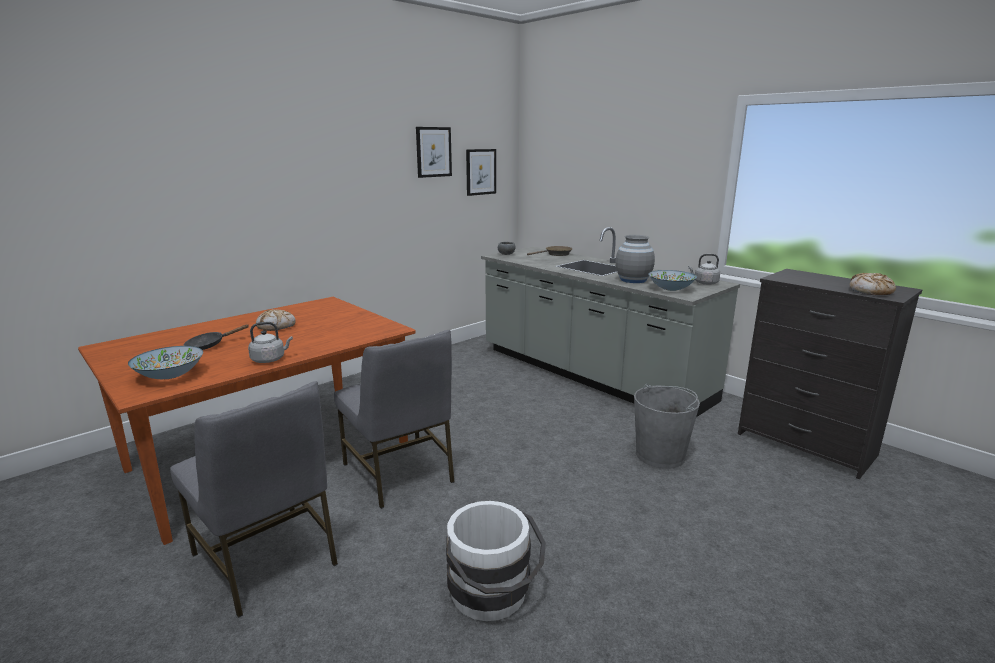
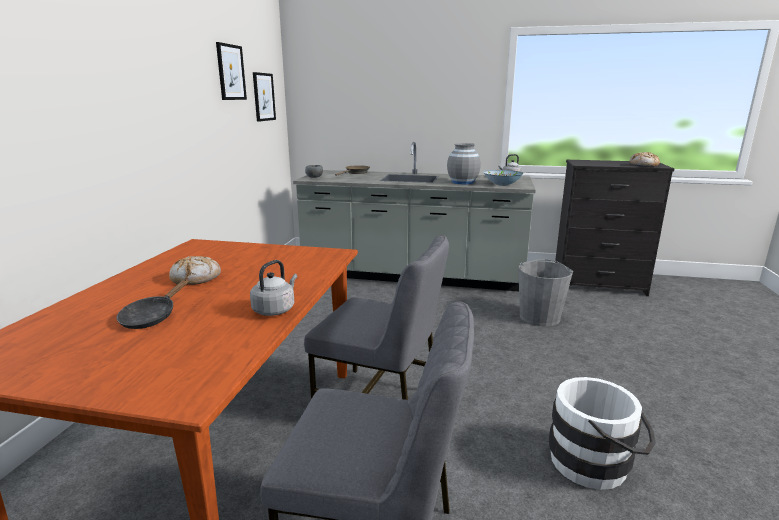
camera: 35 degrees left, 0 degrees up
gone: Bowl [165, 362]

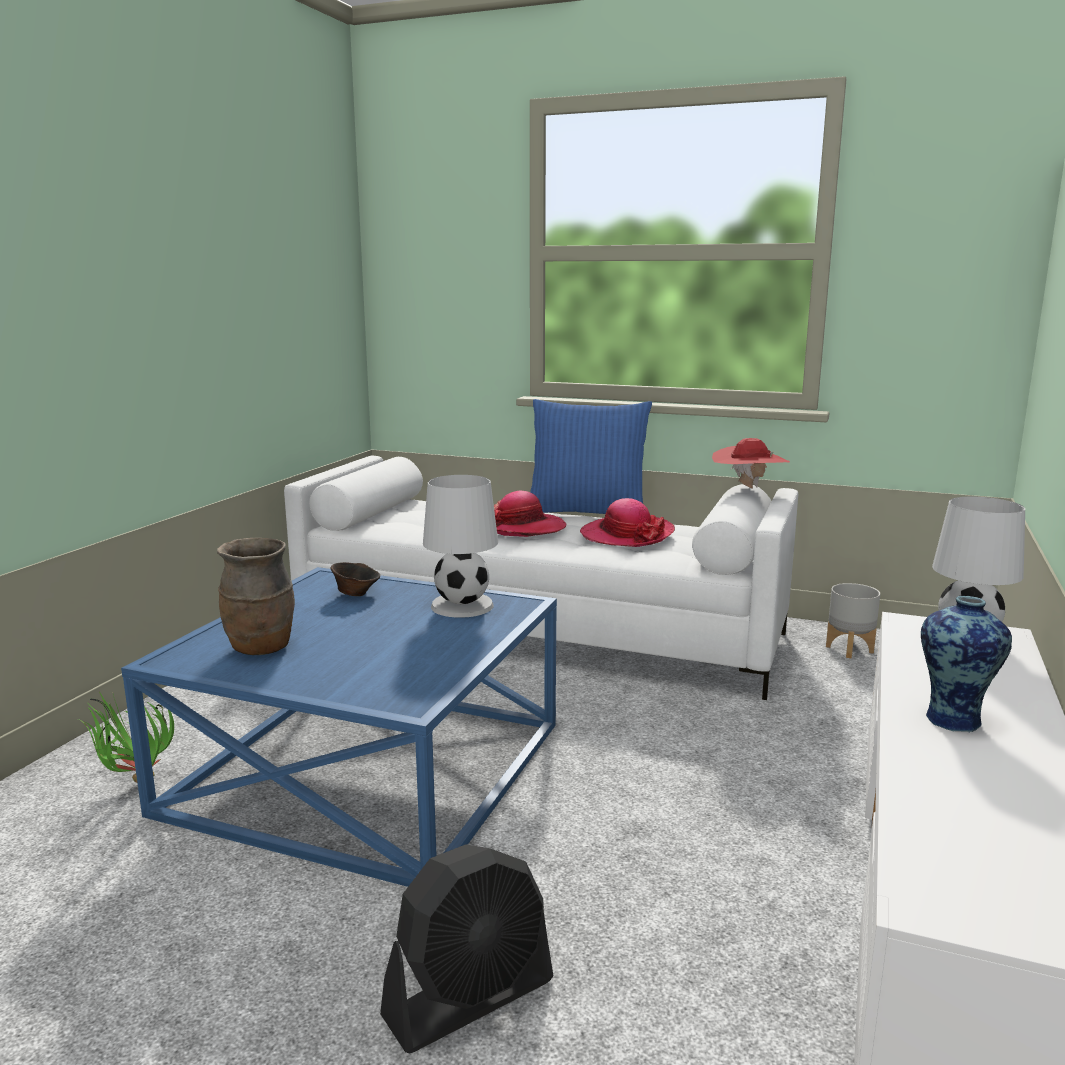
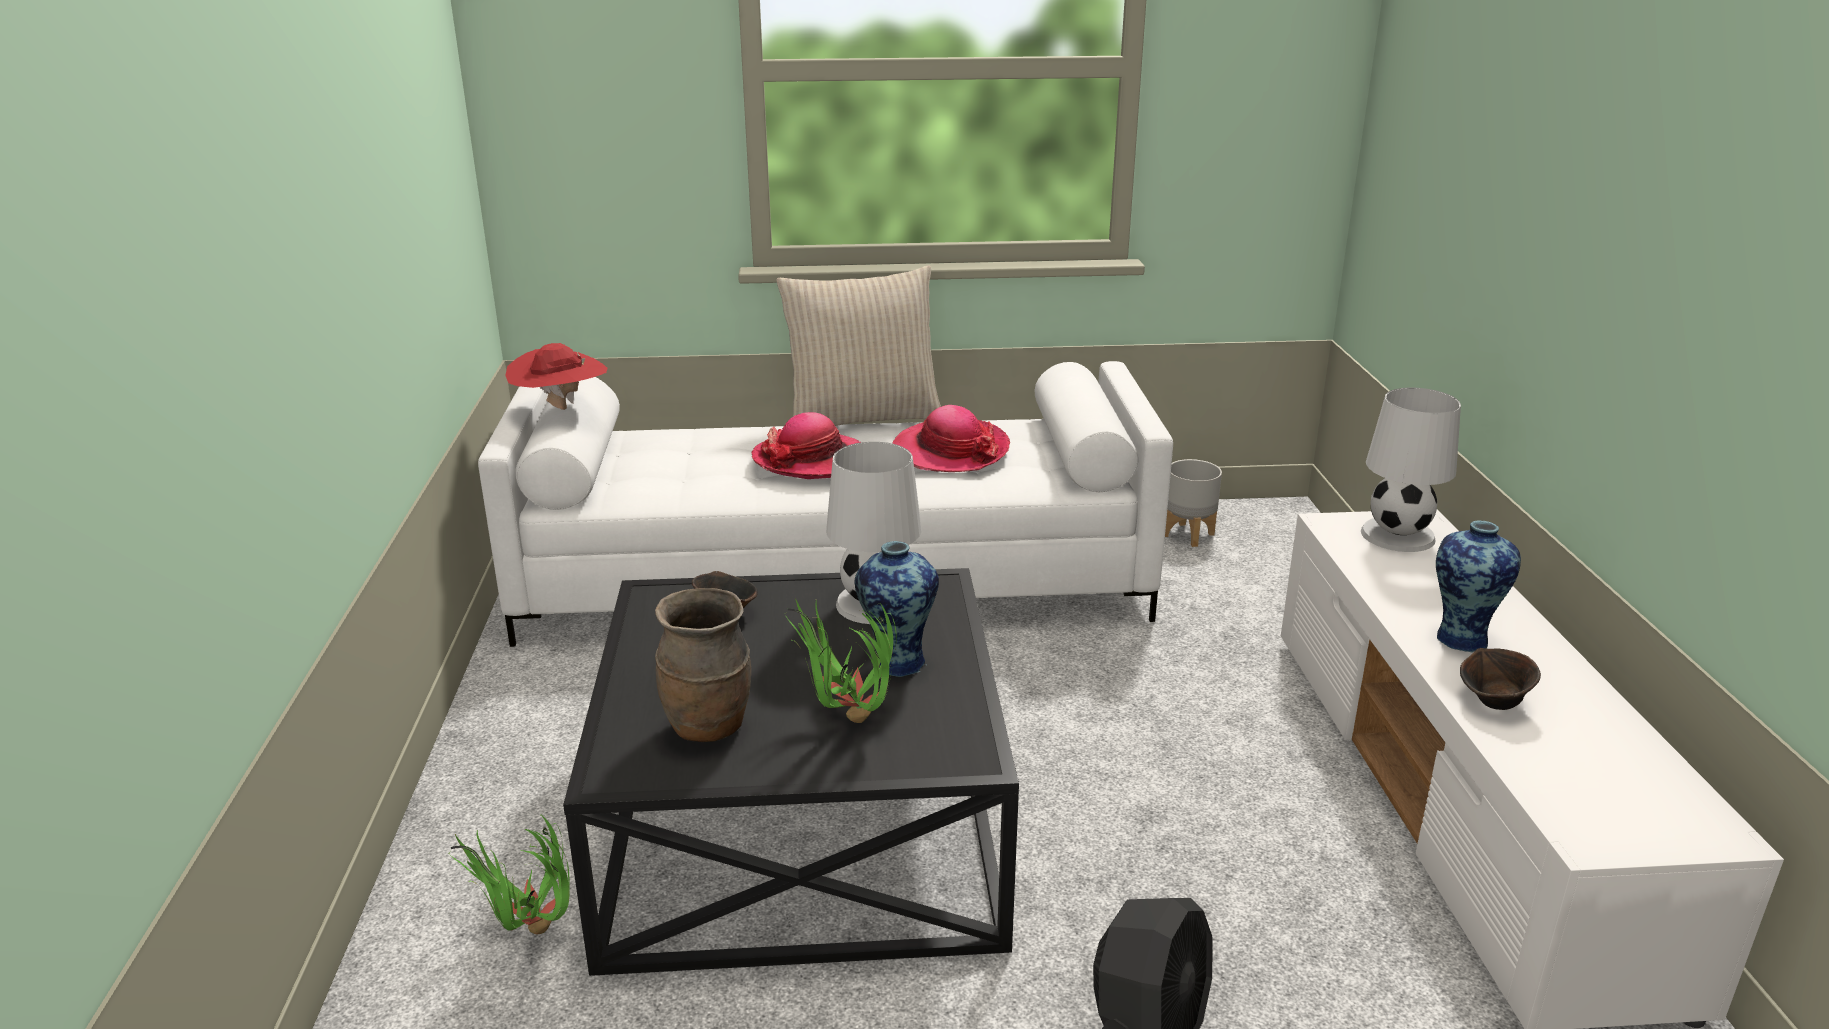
camera: 25 degrees left, 10 degrees up
new: Vase [896, 609]; PottedPlant [840, 661]; BrownBowl [1500, 679]
shifted: RedHat [751, 463] to [556, 376]
repainted: BluePillow [591, 456] to BeigePillow [858, 346]; BlueCoffeeTable [339, 727] to BlackCoffeeTable [791, 772]

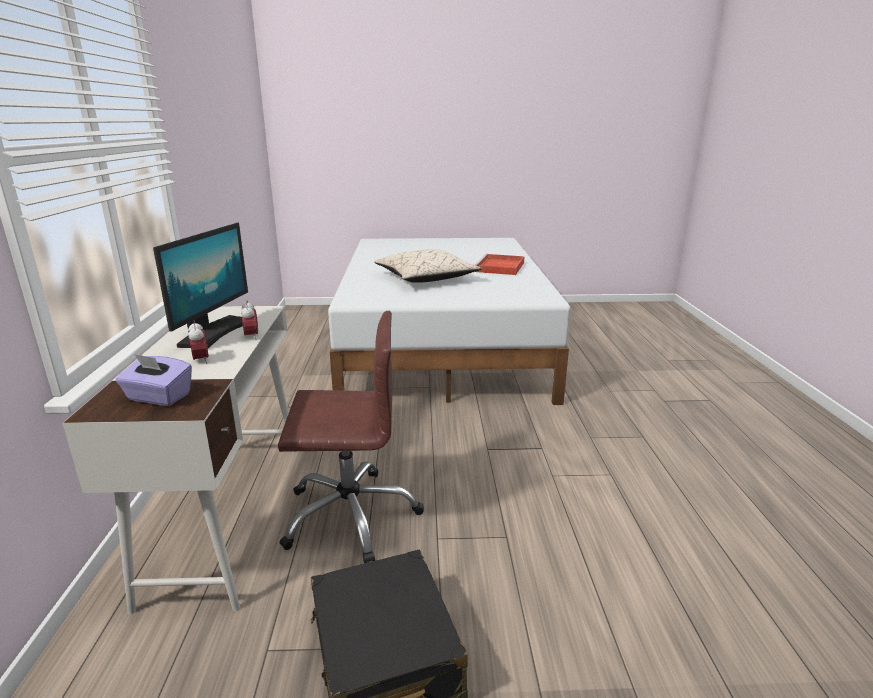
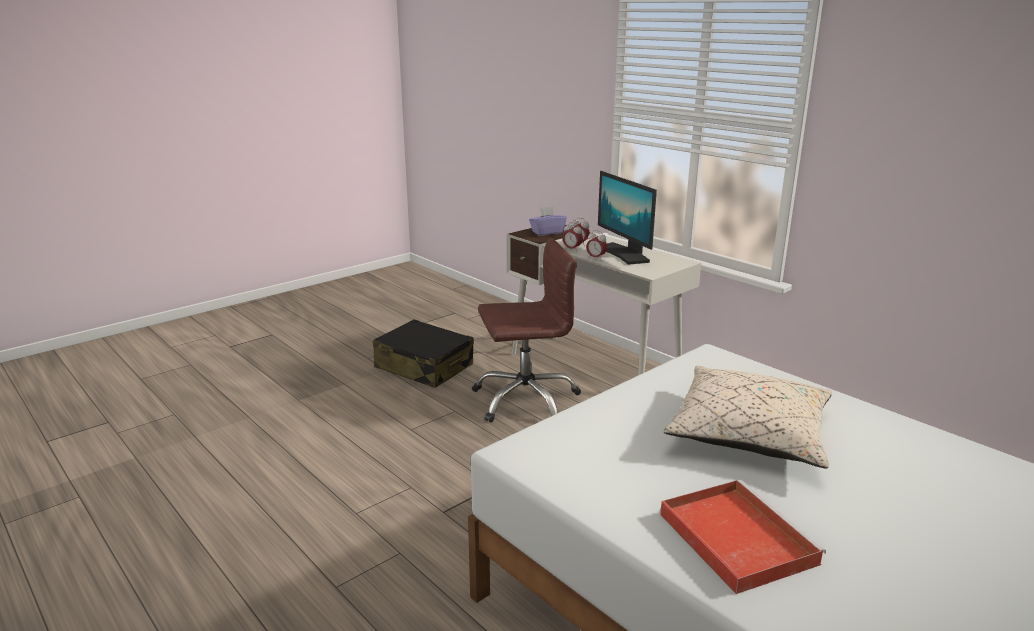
camera: 140 degrees right, 0 degrees up
new: AlarmClock [573, 237]
rotated: BrownOfficeChair [351, 437] = [526, 329] 150 degrees counterclockwise

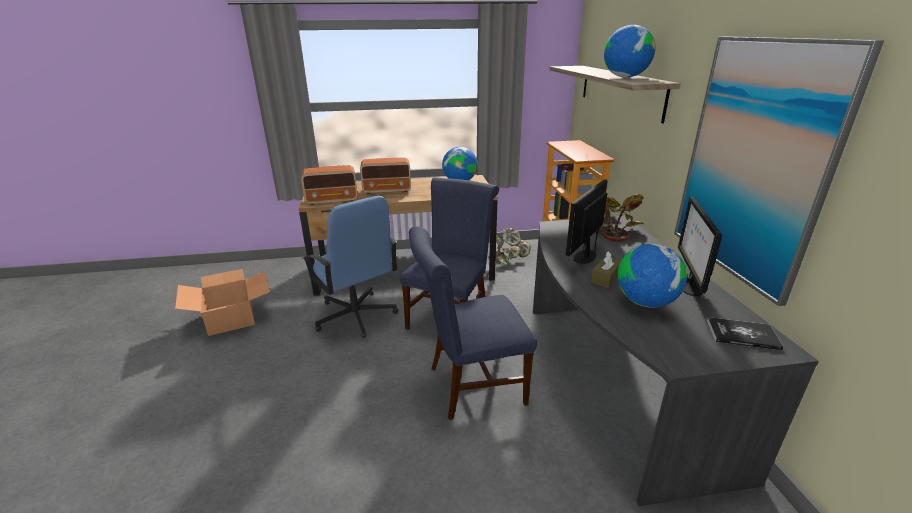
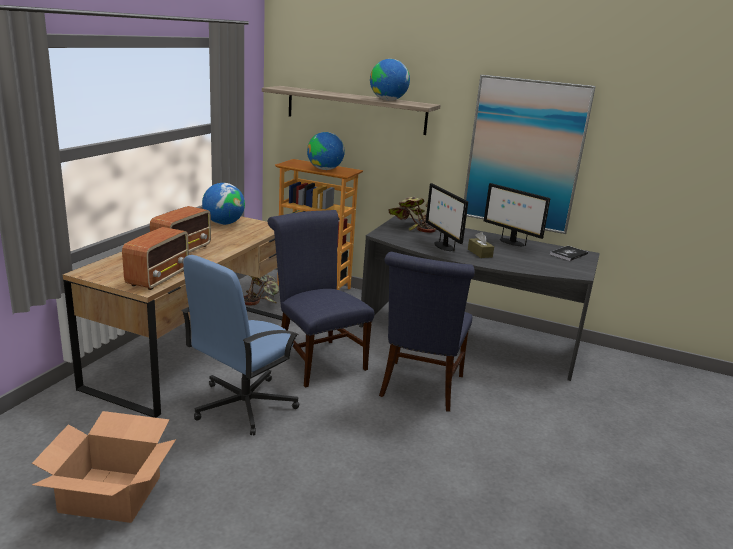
camera: 60 degrees left, 5 degrees down
shifted: Globe [652, 276] to [326, 151]
rotated: BlueOfficeChair [350, 267] = [240, 345] 135 degrees clockwise

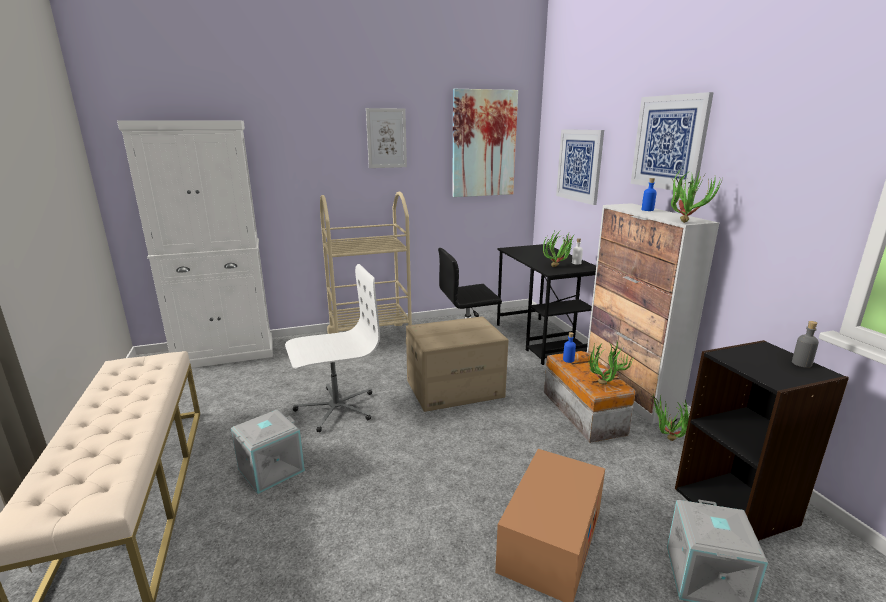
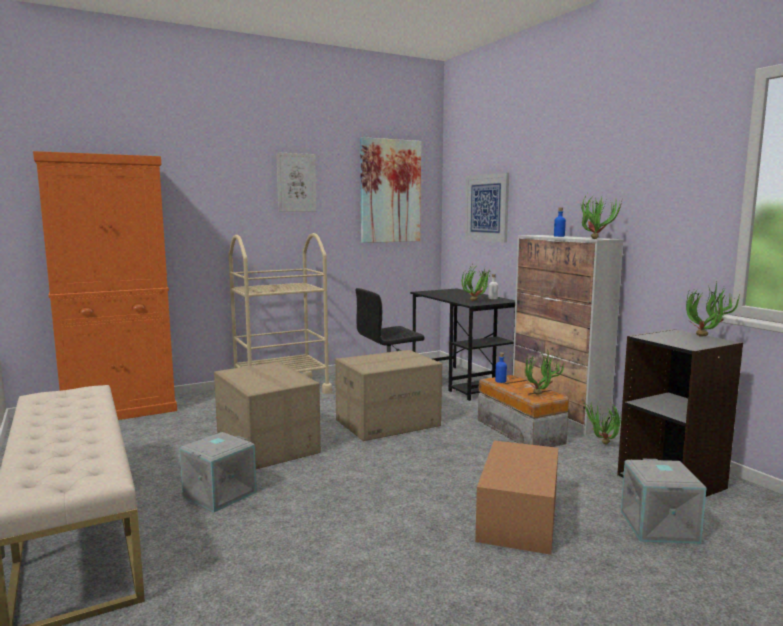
camera: 10 degrees left, 10 degrees down
gone: Picture [672, 142]
swapped: WhiteOfficeChair [332, 348] to CardboardBox [267, 415]; GreyBottle [805, 344] to PottedPlant [713, 309]
repainted: WhiteCabinet [195, 244] to OrangeCabinet [105, 285]

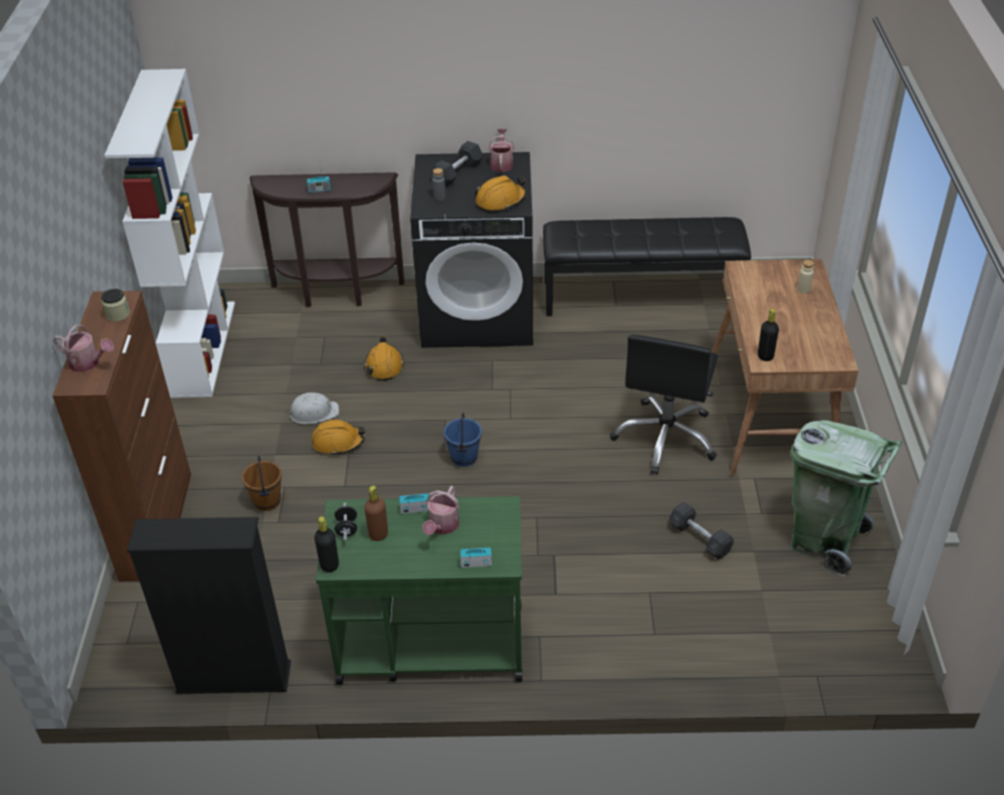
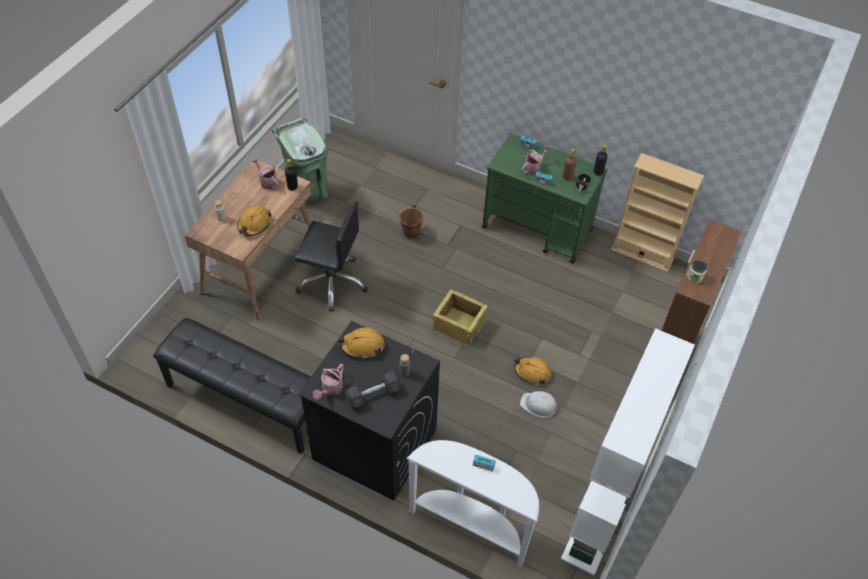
camera: 155 degrees left, 10 degrees up
gone: GreyDumbbell [701, 530]
shifted: WateringCan [83, 348] to [265, 174]; OrangeHardHat [384, 359] to [254, 220]; BrownBucket [262, 483] to [411, 221]
swapped: BlueBucket [463, 440] to Crate [460, 317]
repainted: BrownConsoleTable [327, 239] to WhiteConsoleTable [472, 504]; BlackBookcase [209, 605] to BeigeBookcase [657, 212]
rotated: BlackOfficeChair [664, 405] = [331, 257] 60 degrees clockwise

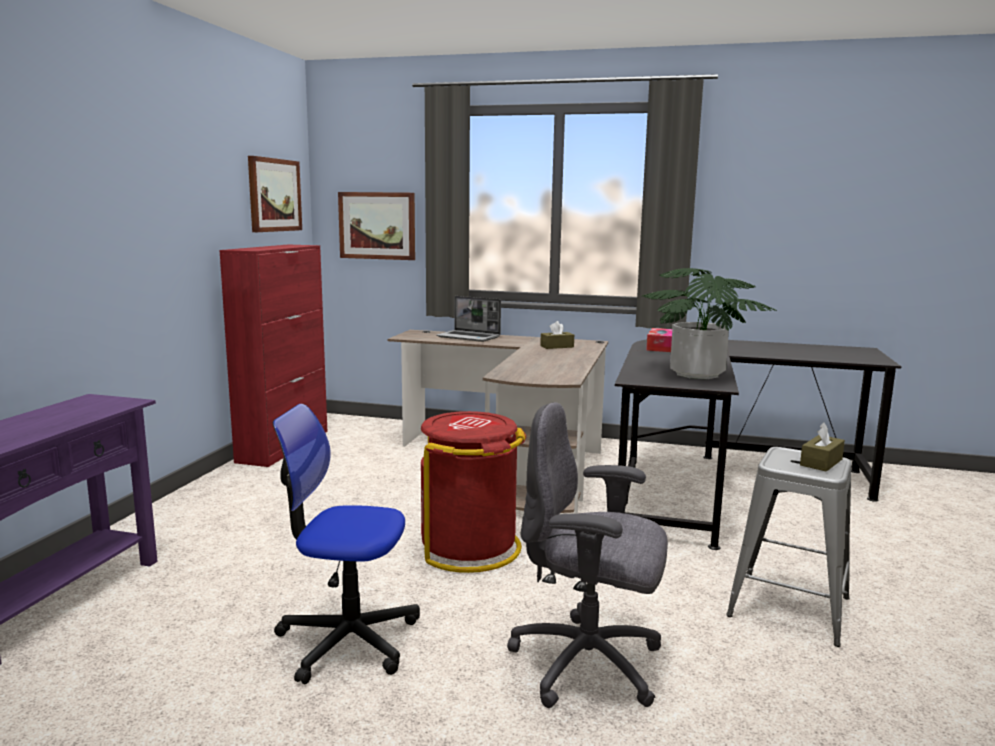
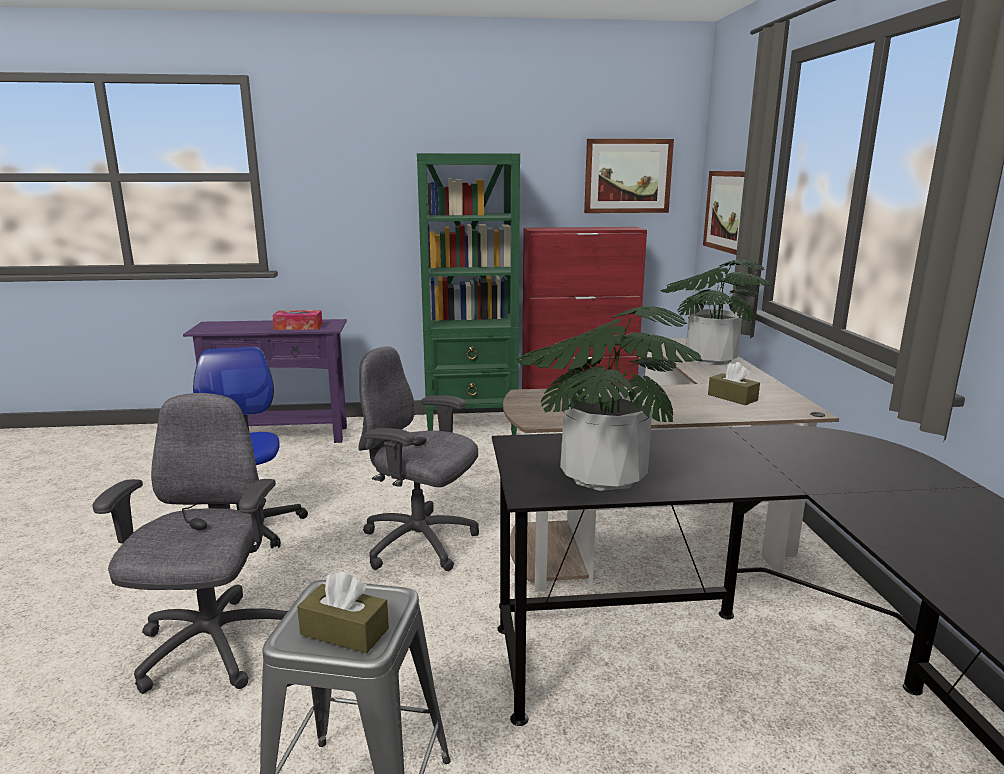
camera: 70 degrees right, 5 degrees up
new: GreenBookcase [468, 294]
shifted: TissueBox [659, 340] to [297, 320]
swapped: Laptop [468, 319] to PottedPlant [716, 312]; RedTrashCan [473, 492] to GreyOfficeChair [418, 458]

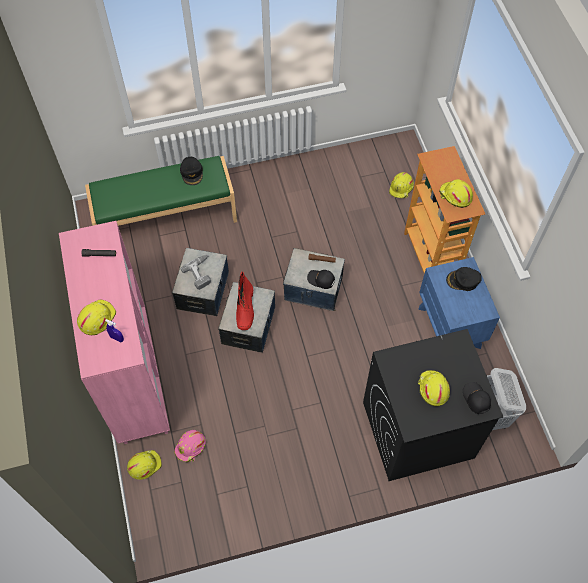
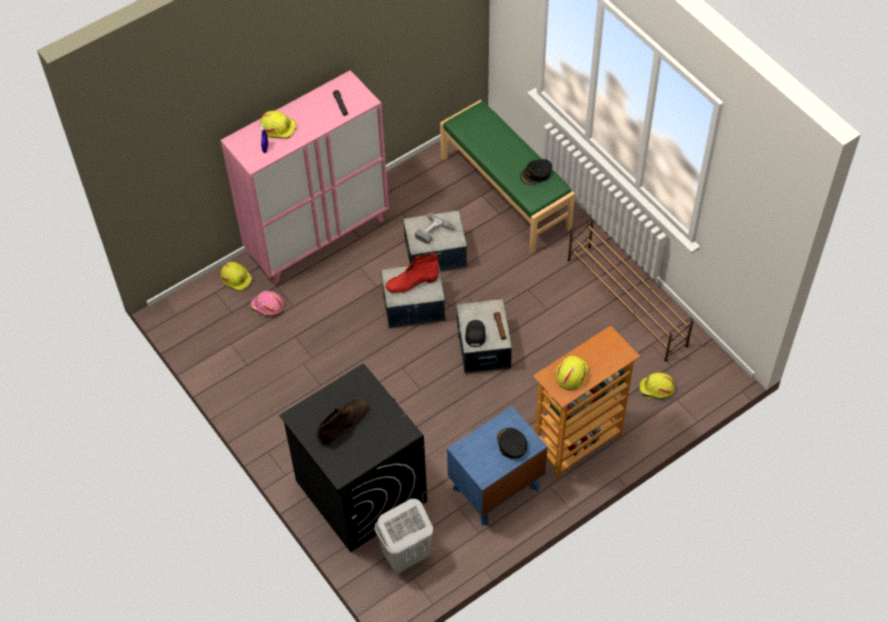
camera: 70 degrees right, 5 degrees down
gone: BlackCap [477, 398]
new: BrownShoeRack [631, 290]
swapped: YellowHardHat [434, 388] to BrownBoot [342, 421]

